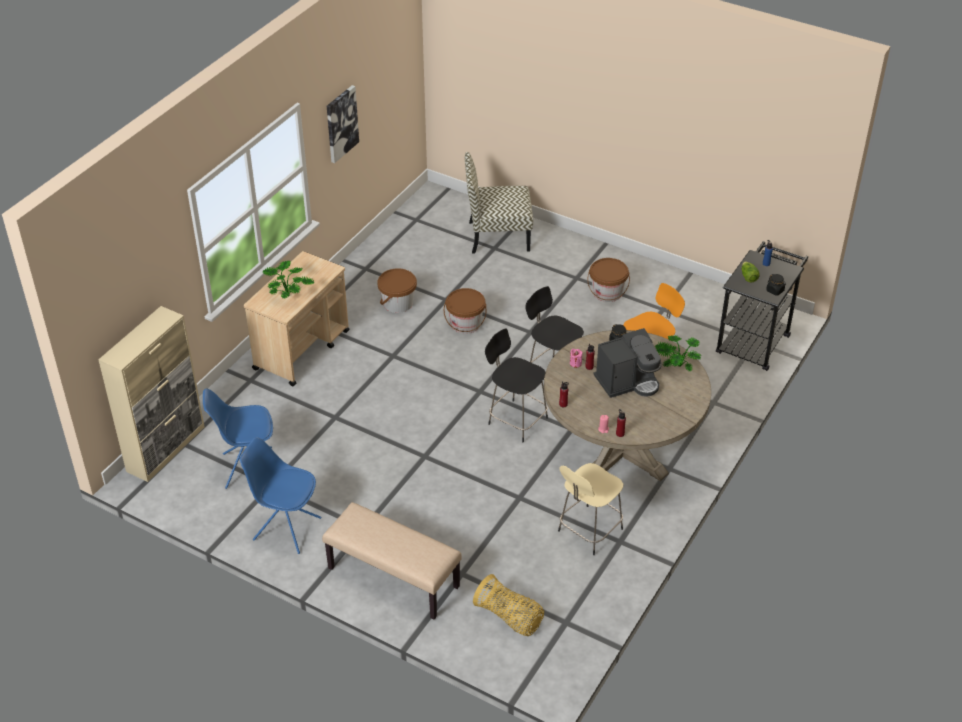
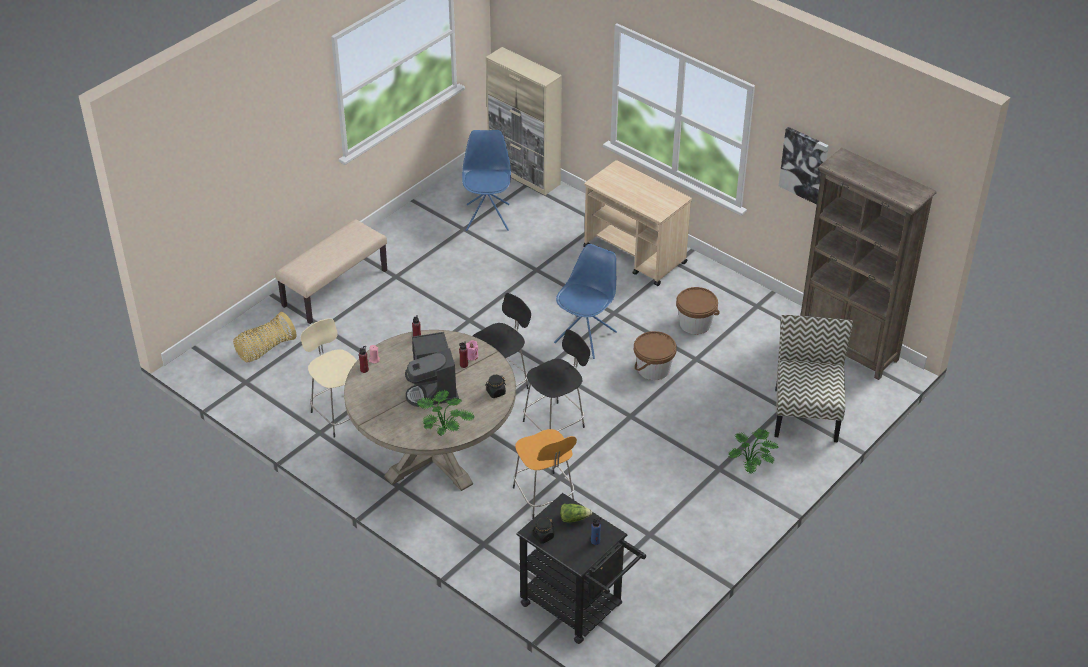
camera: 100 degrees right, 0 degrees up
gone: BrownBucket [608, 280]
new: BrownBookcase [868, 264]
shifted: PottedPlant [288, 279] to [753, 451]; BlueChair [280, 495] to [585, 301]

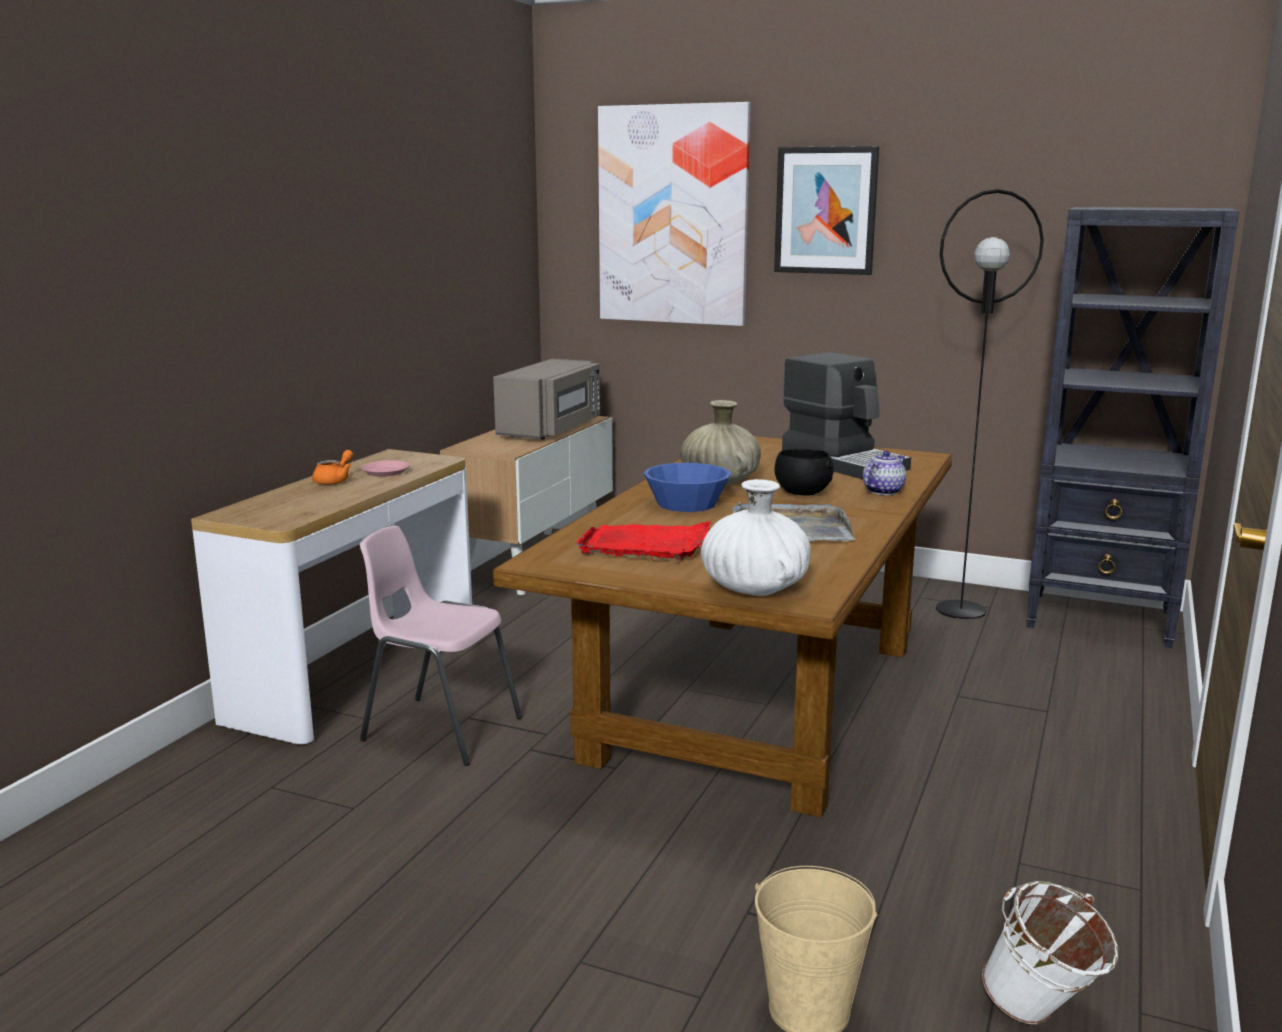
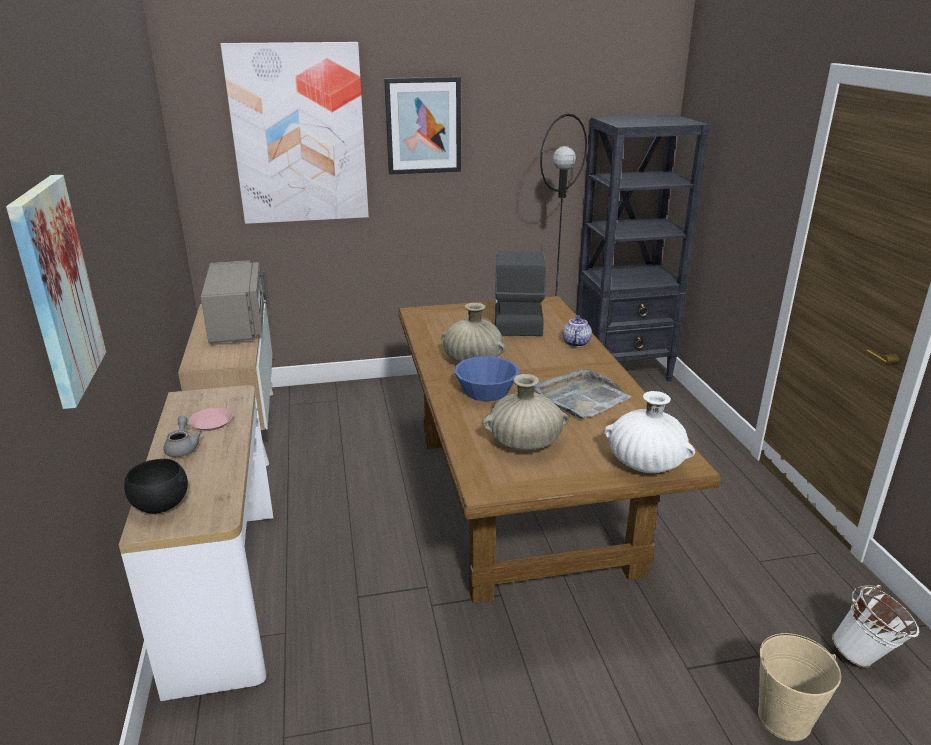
camera: 35 degrees left, 10 degrees up
gone: PinkChair [441, 646]
new: Picture [56, 292]
shifted: BlackBowl [804, 472] to [156, 486]
swapped: RedTray [643, 541] to BeigeVase [525, 412]
repainted: OrangeTeapot [332, 467] to GreyTeapot [182, 436]
rotated: CoffeeMachine [846, 415] = [520, 293] 105 degrees counterclockwise

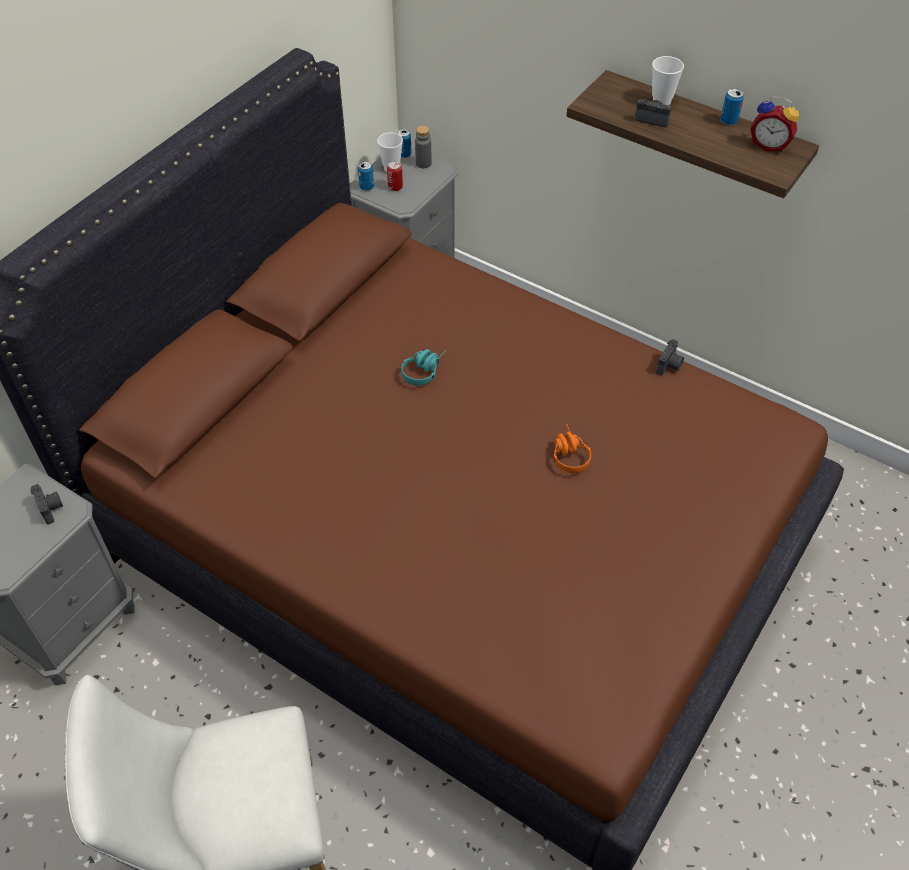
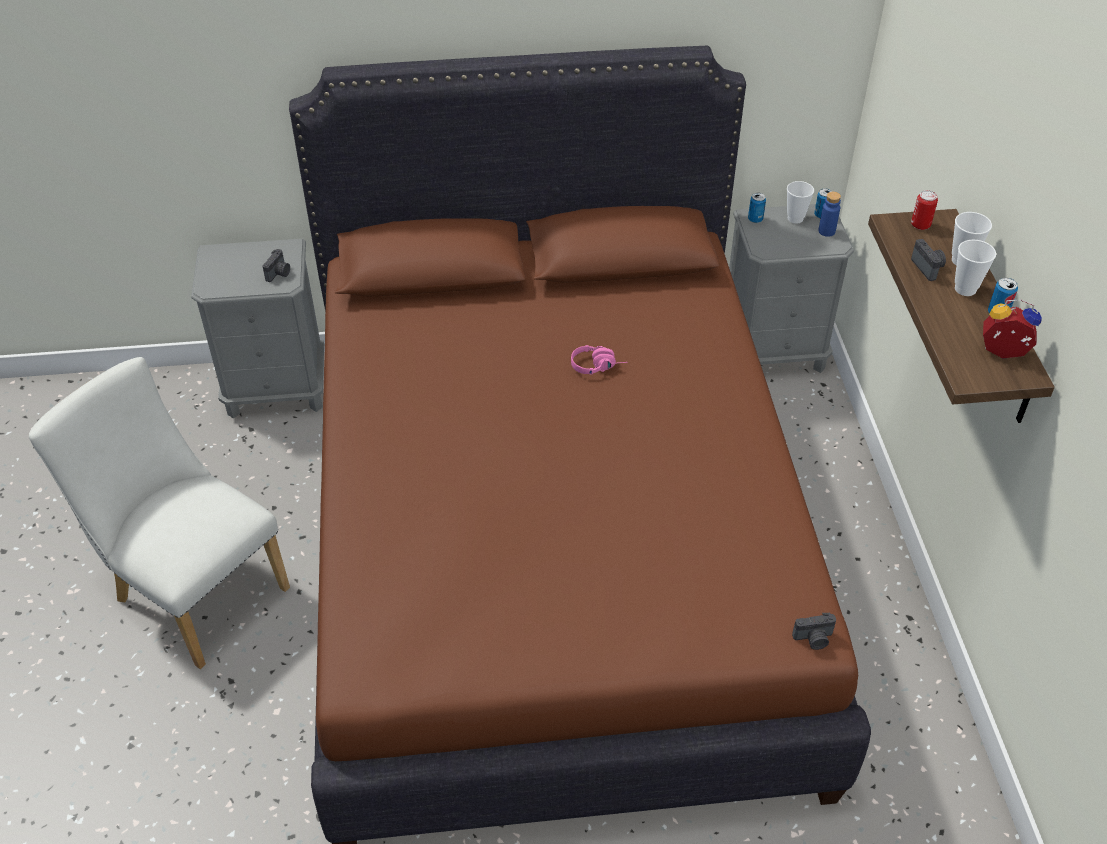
camera: 50 degrees right, 5 degrees down
gone: OrangeHeadphones [572, 448]
new: Cup [975, 268]
shifted: Can [395, 176] to [924, 210]; PhotoCamera [670, 357] to [814, 631]
repainted: GreyBottle [423, 147] to BlueBottle [829, 214]; TurquoiseHeadphones [423, 367] to PinkHeadphones [599, 360]
rotated: AlarmClock [774, 124] = [1012, 329] 120 degrees clockwise

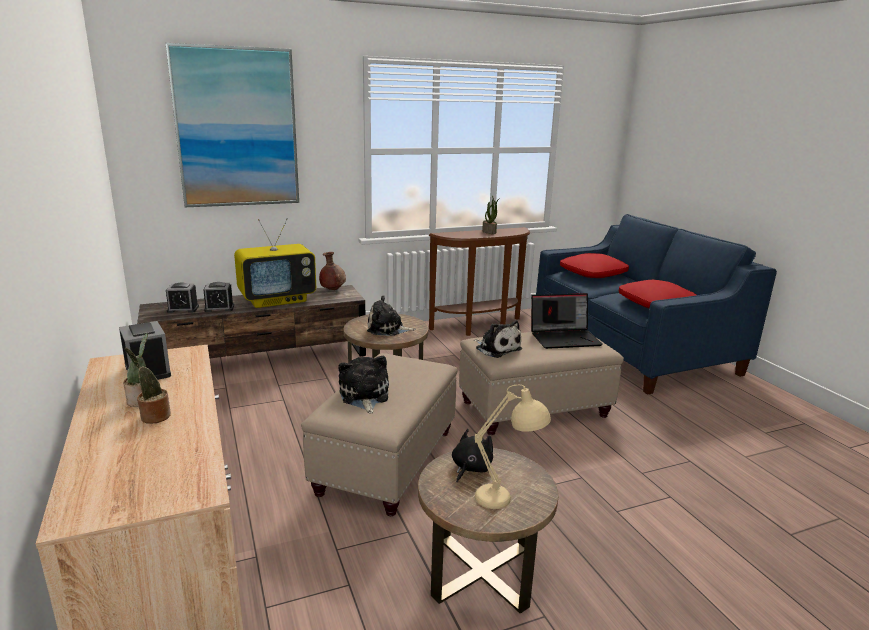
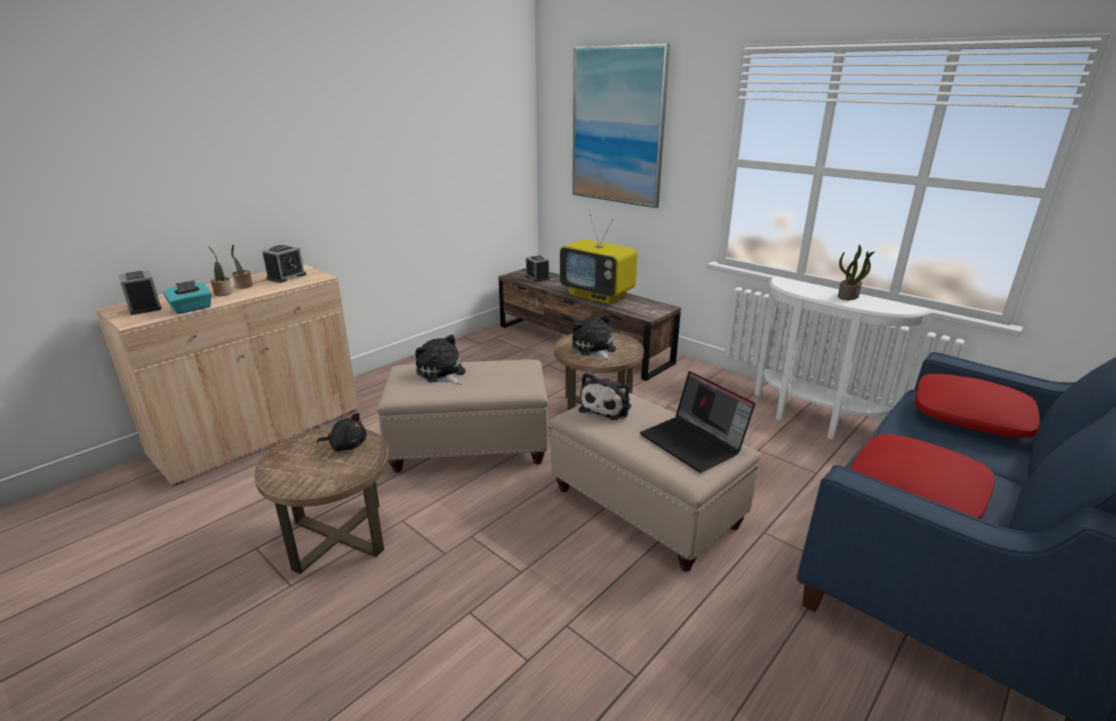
camera: 65 degrees right, 5 degrees up
gone: BrownVase [332, 271]; BeigeTableLamp [513, 447]
new: TurquoiseTissueBox [187, 297]
shifted: AlarmClock [218, 297] to [139, 292]
repainted: BrownConsoleTable [479, 281] to WhiteConsoleTable [843, 358]
rotated: PlushToy [363, 384] = [440, 359] 90 degrees counterclockwise

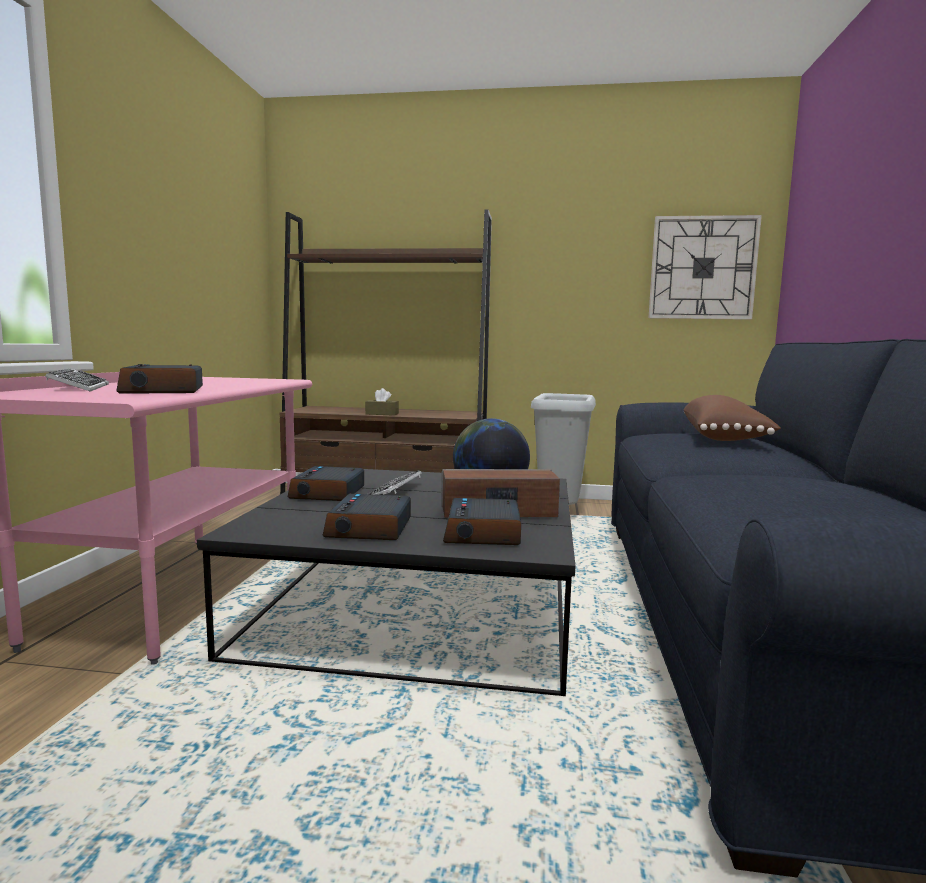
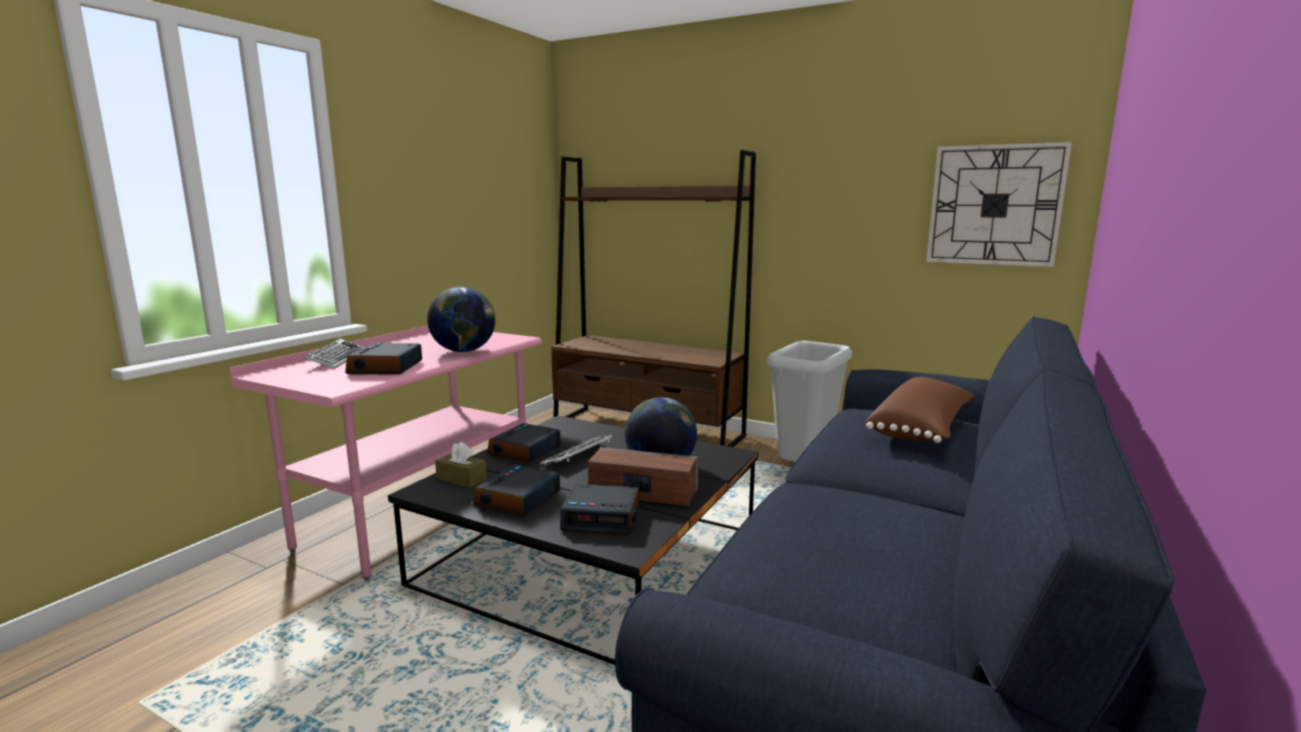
camera: 20 degrees right, 5 degrees up
new: Globe [461, 319]
shifted: BrownTissueBox [382, 402] to [461, 465]
rotated: AlarmClock [482, 521] = [599, 509] 105 degrees counterclockwise

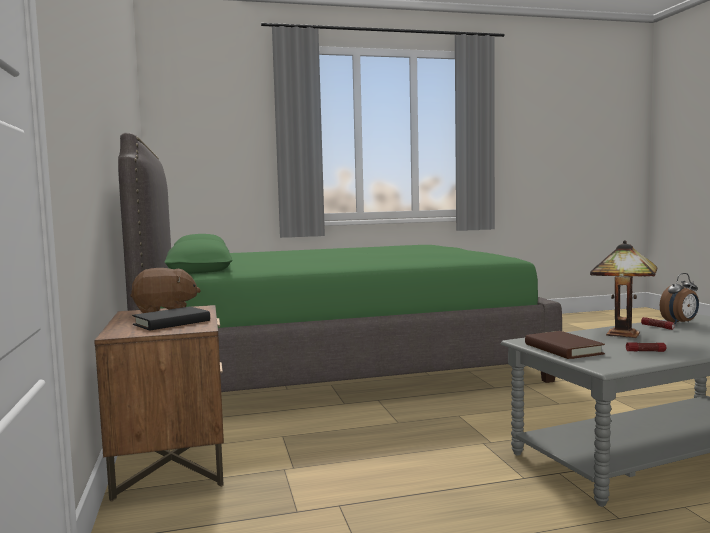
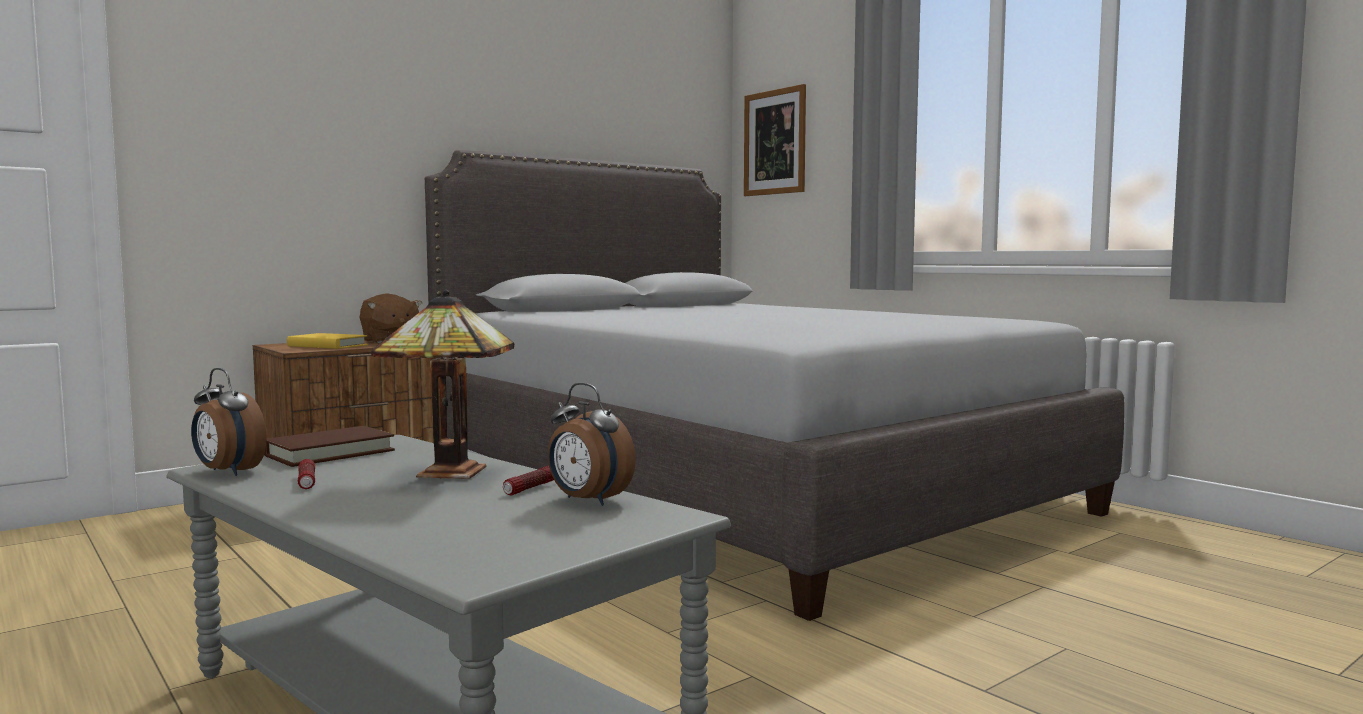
camera: 65 degrees right, 0 degrees up
new: Picture [775, 140]; AlarmClock [228, 422]
repainted: GreenBed [340, 262] to GreyBed [775, 385]; BlackBook [171, 318] to YellowBook [327, 341]

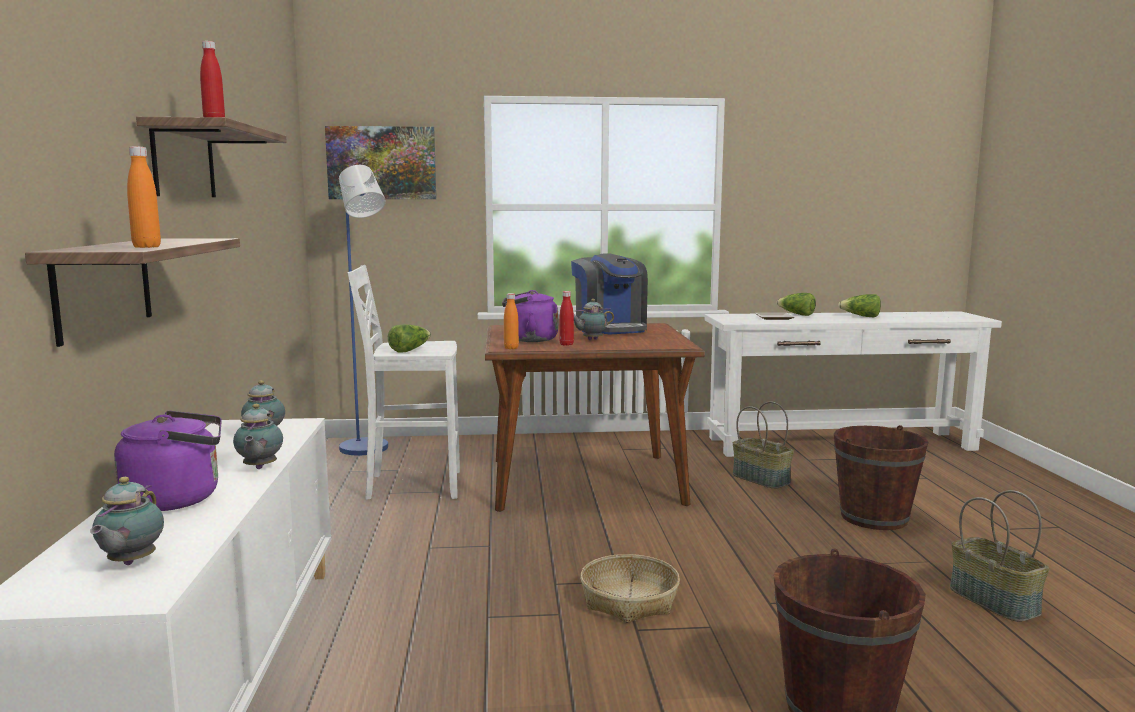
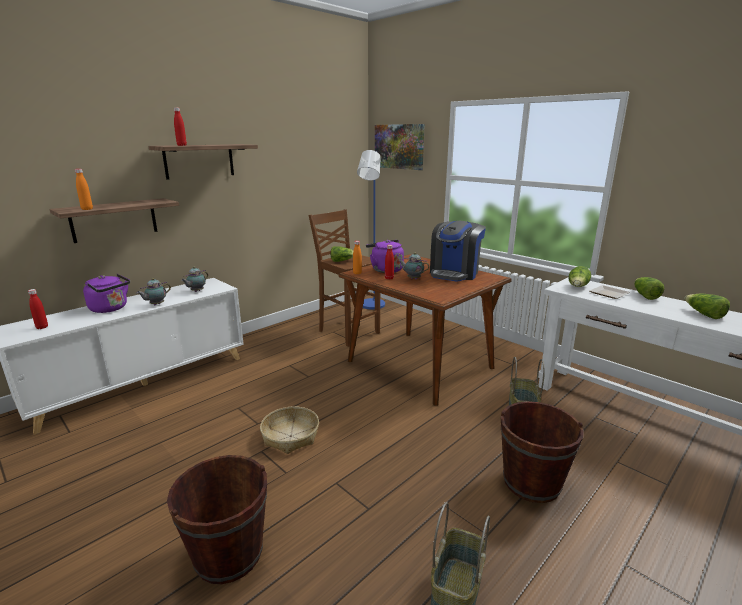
camera: 50 degrees right, 10 degrees up
new: Lettuce [579, 276]
swapped: Teapot [127, 521] to RedBottle [38, 309]
repainted: WhiteStool [404, 382] to BrownStool [344, 278]

